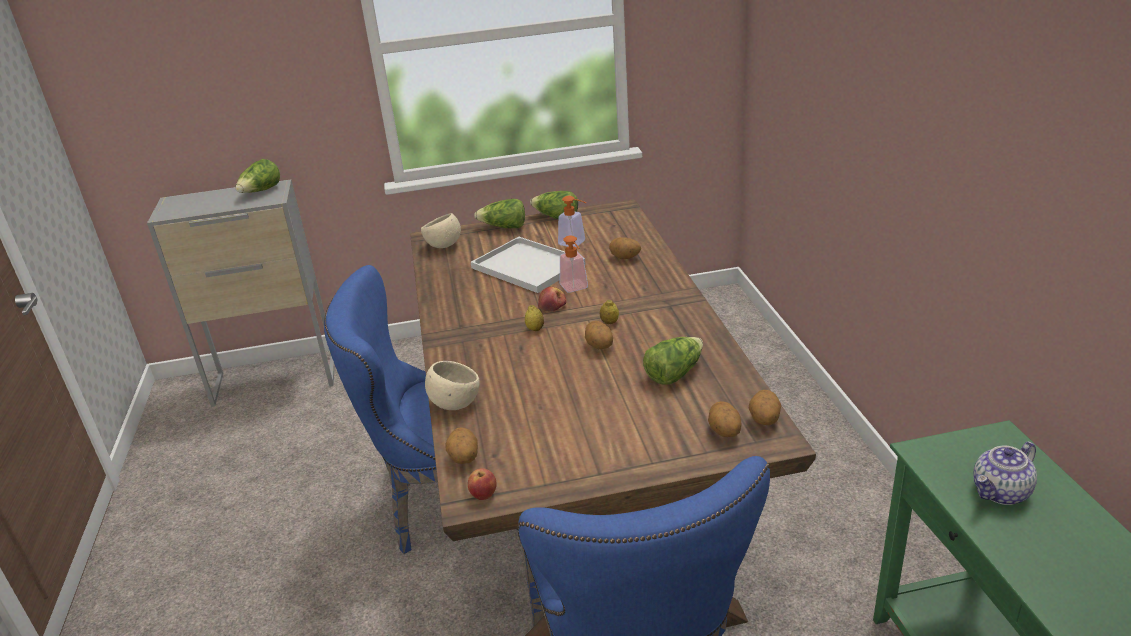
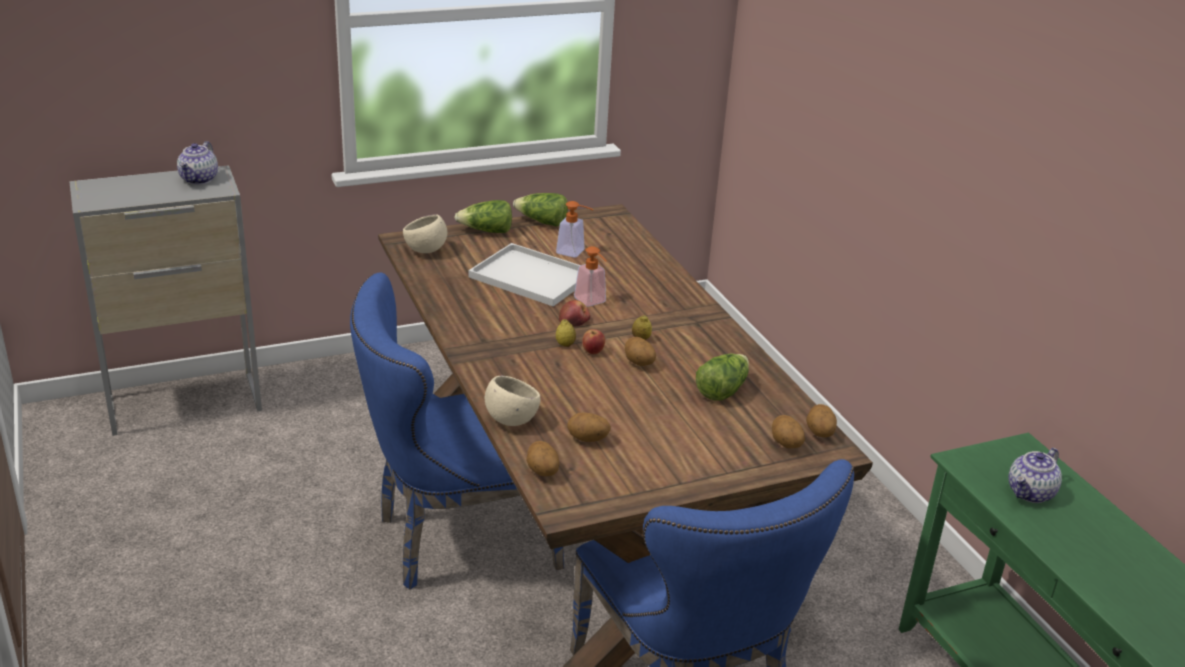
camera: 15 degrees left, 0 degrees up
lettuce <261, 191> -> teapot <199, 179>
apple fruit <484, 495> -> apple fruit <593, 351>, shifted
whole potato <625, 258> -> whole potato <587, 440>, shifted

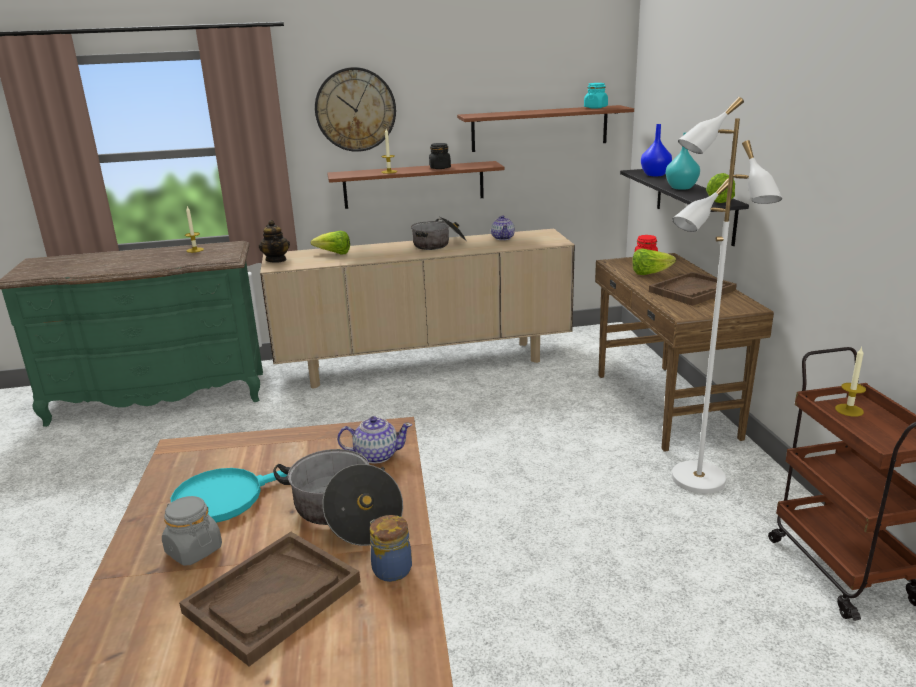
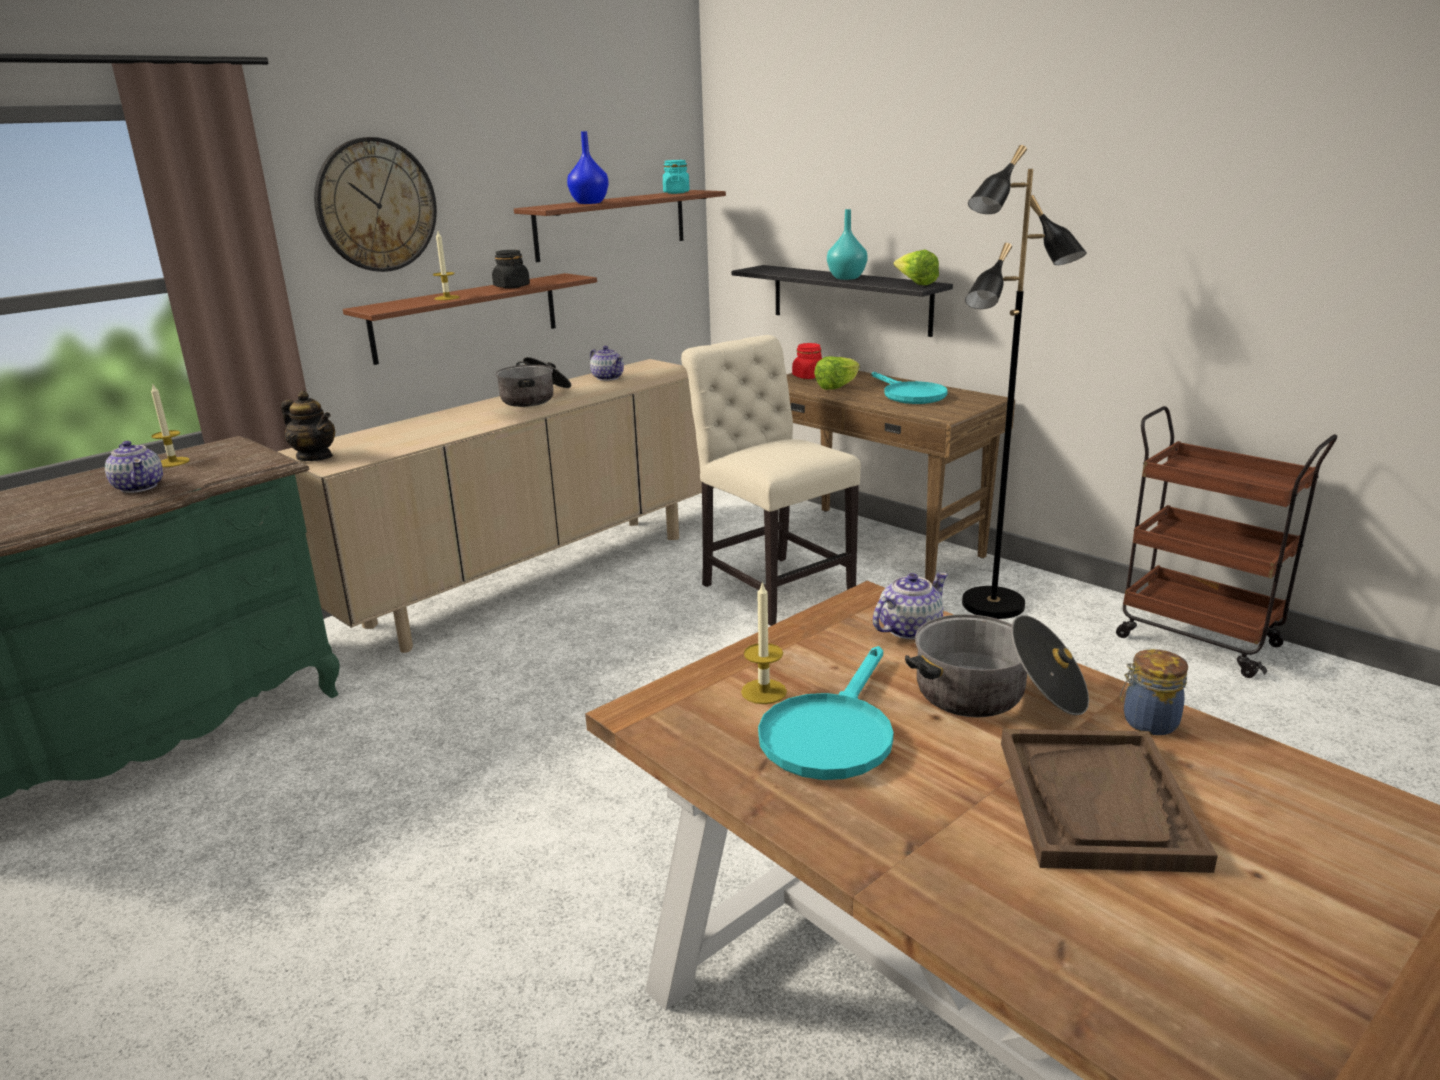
camera: 35 degrees left, 0 degrees up
gray preserve jar <193, 550> -> none
lettuce <334, 254> -> none
blue-coloured flower vase <655, 175> -> blue-coloured flower vase <590, 203>, shifted
brown serving tray <692, 291> -> blue-green frying pan <909, 395>
whitish standing lamp <697, 479> -> black standing lamp <993, 606>
wax candle <849, 410> -> wax candle <764, 691>, shifted
none -> teapot <139, 487>
none -> beige-coloured plain chair <772, 586>

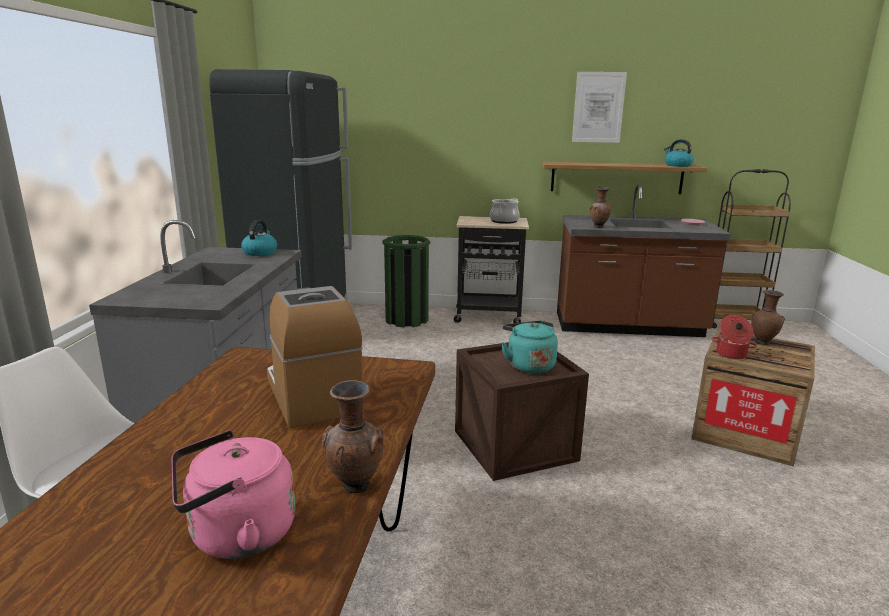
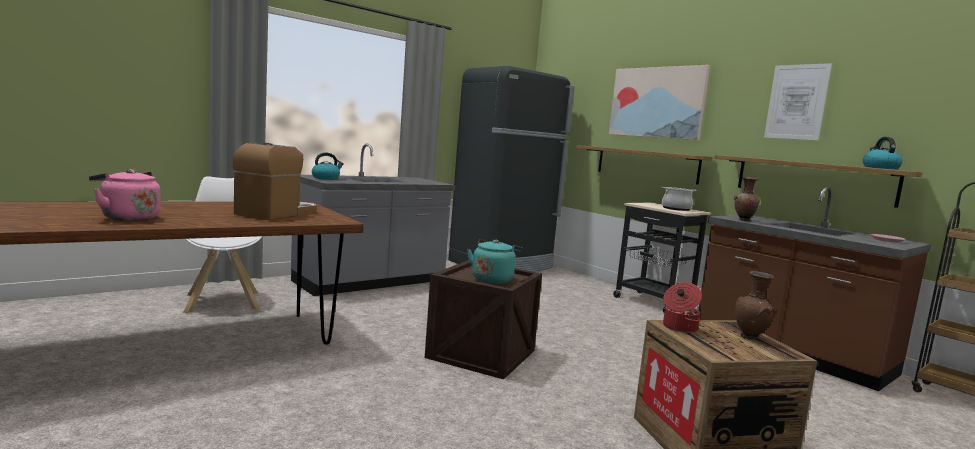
camera: 45 degrees right, 10 degrees down
kettle <260, 252> -> kettle <326, 178>, shifted
brown flower vase <354, 487> -> none
green trash can <407, 319> -> none
none -> bracket shelf <646, 164>
none -> picture <657, 102>

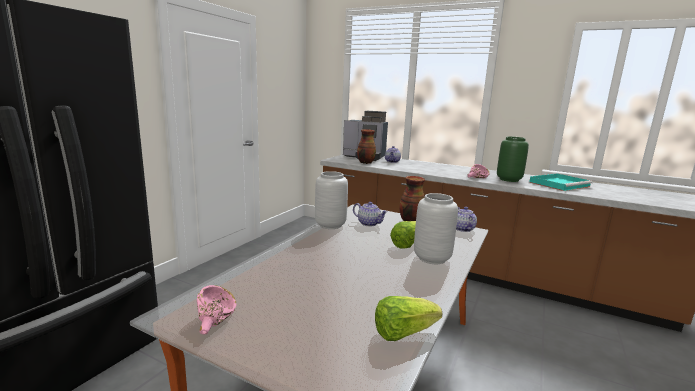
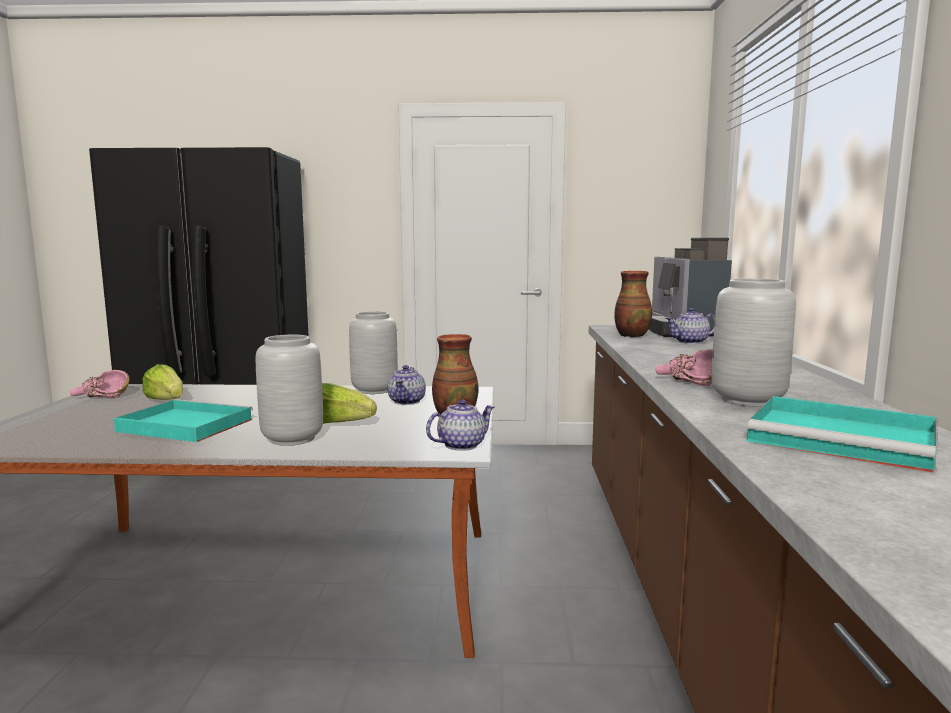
camera: 65 degrees right, 5 degrees down
lettuce <403, 333> -> lettuce <166, 401>, shifted
green flower vase <509, 180> -> gray flower vase <748, 400>
none -> blue-green serving tray <183, 425>

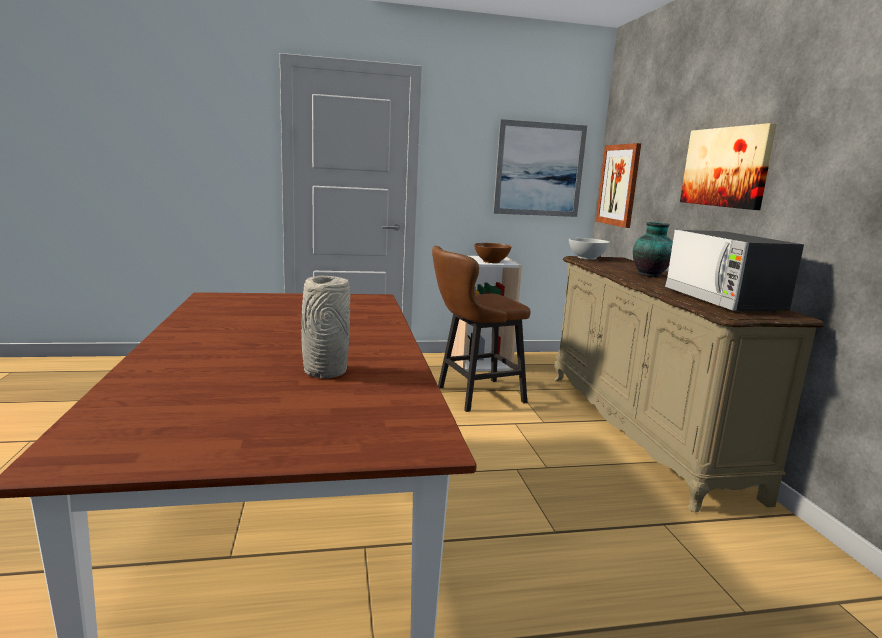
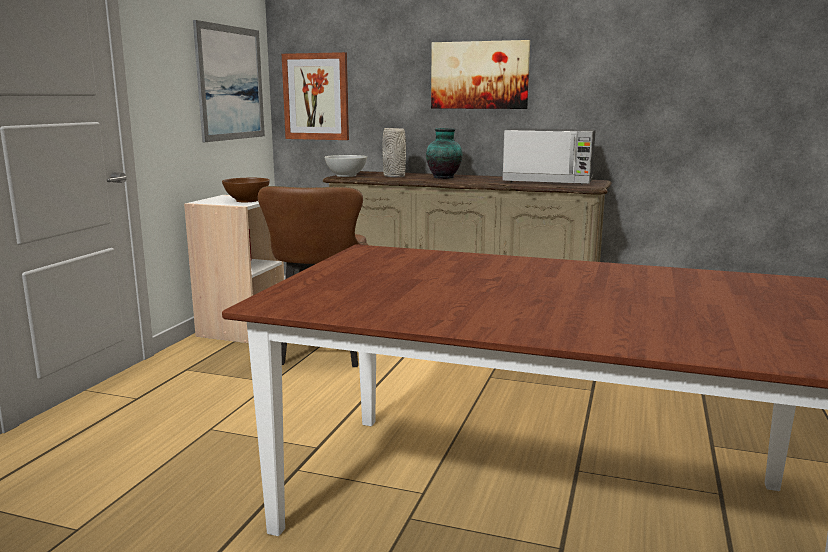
camera: 60 degrees left, 0 degrees up
gray flower vase <324, 371> -> gray flower vase <394, 176>, shifted

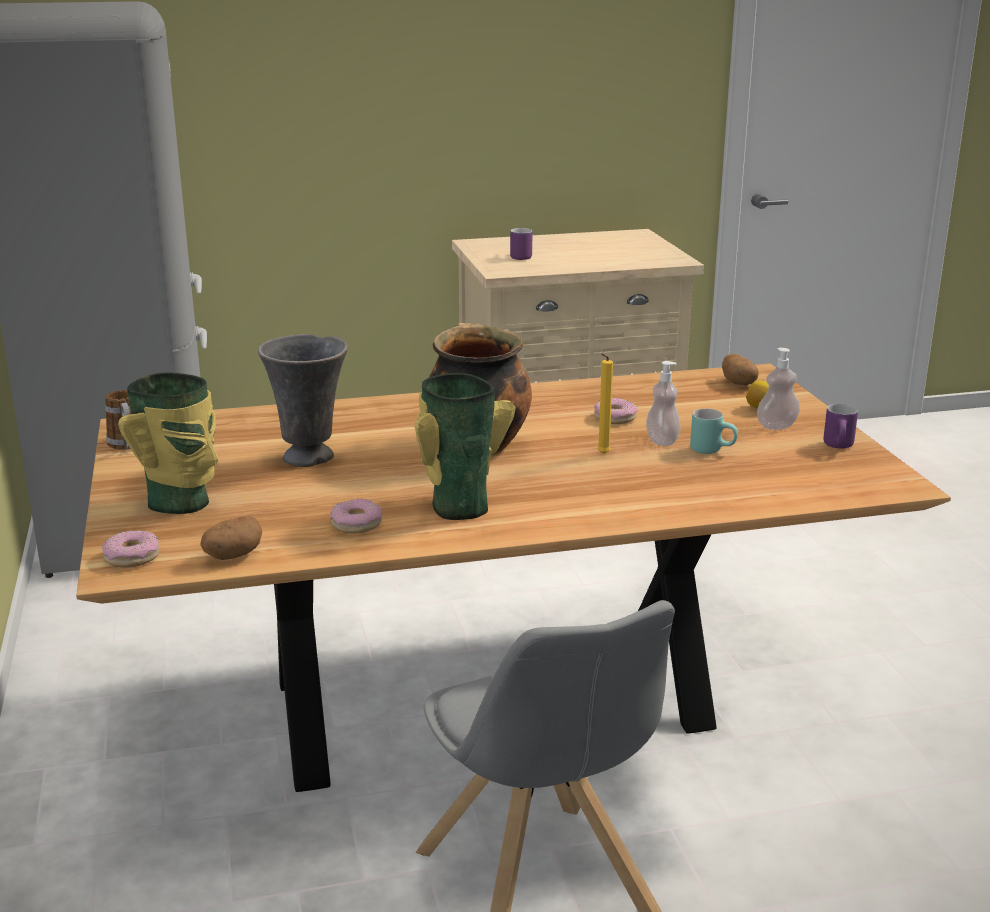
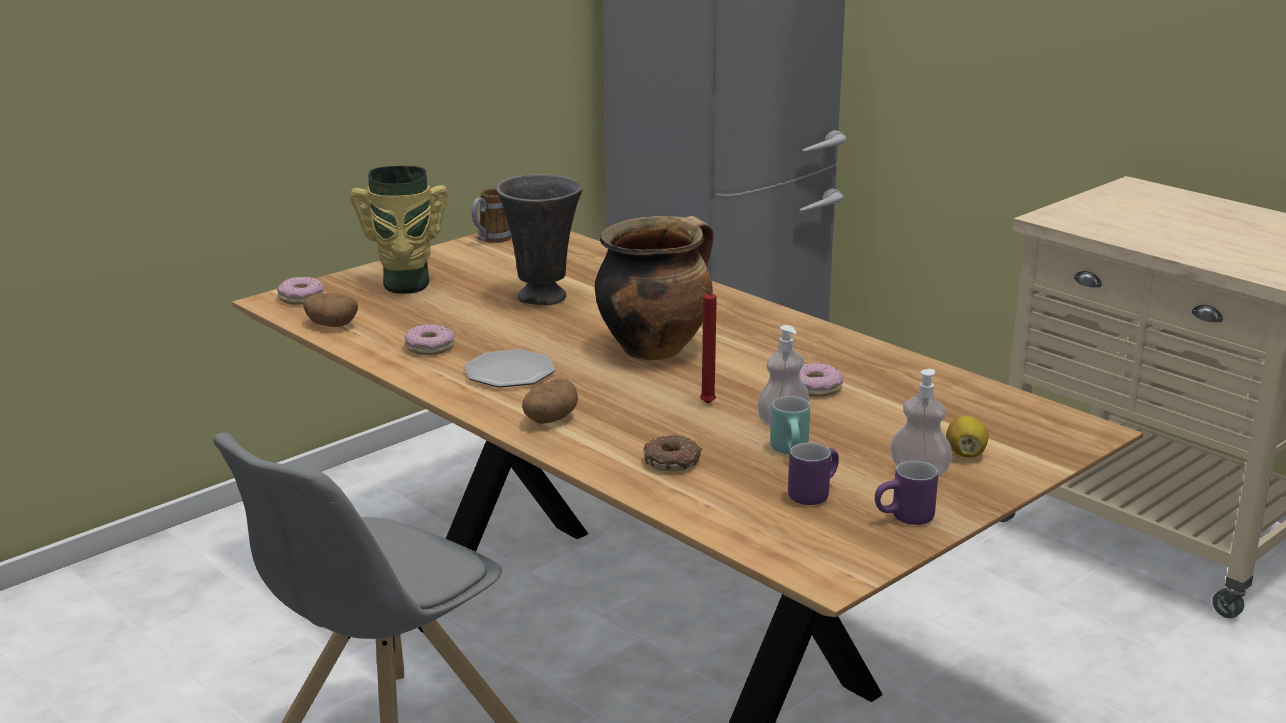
camera: 60 degrees right, 0 degrees up
flower vase <457, 505> -> dinner plate <508, 372>
purple mug <518, 256> -> purple mug <812, 493>, shifted
yellow-coloured wax candle <602, 454> -> reddish wax candle <705, 403>
whole potato <739, 383> -> whole potato <549, 420>, shifted
none -> doughnut <673, 462>

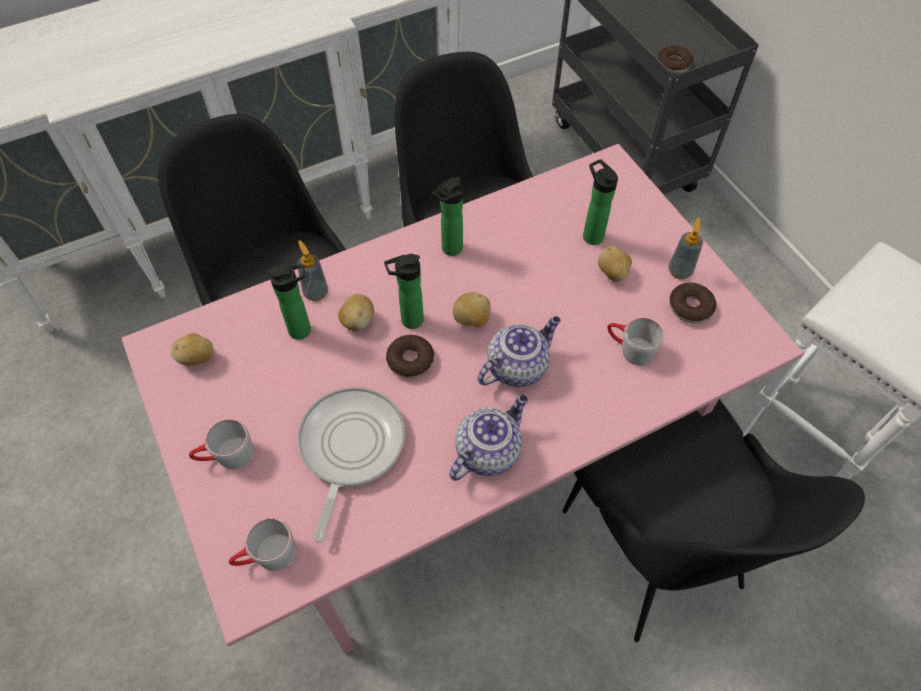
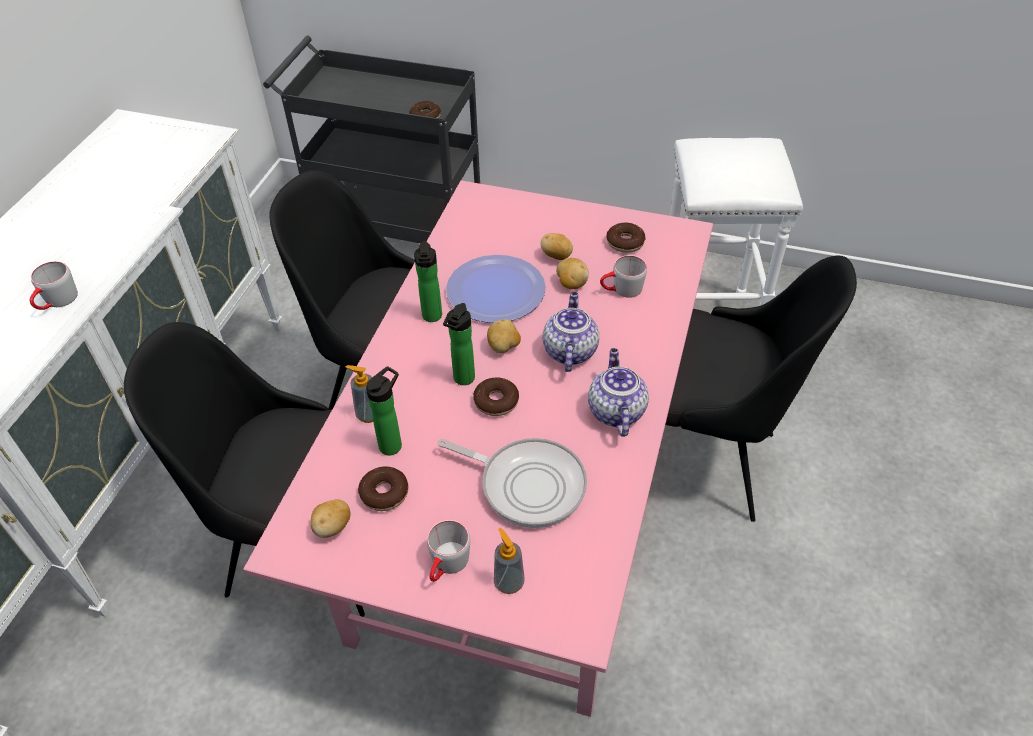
camera: 45 degrees left, 10 degrees down
gray mug <267, 557> -> gray mug <57, 302>, shifted
frying pan <350, 448> -> frying pan <527, 484>, 150 degrees clockwise
whole potato <358, 321> -> whole potato <571, 284>, shifted
drink bottle <591, 234> -> none
soap dispenser <680, 271> -> soap dispenser <509, 582>, shifted
none -> doughnut <384, 493>
none -> dinner plate <496, 291>

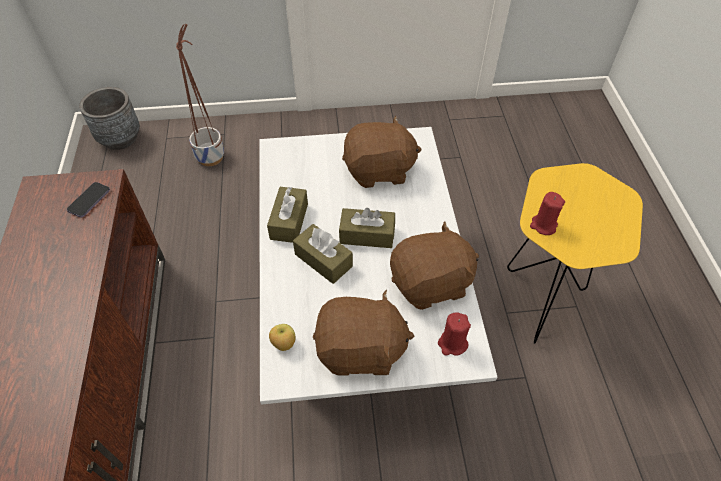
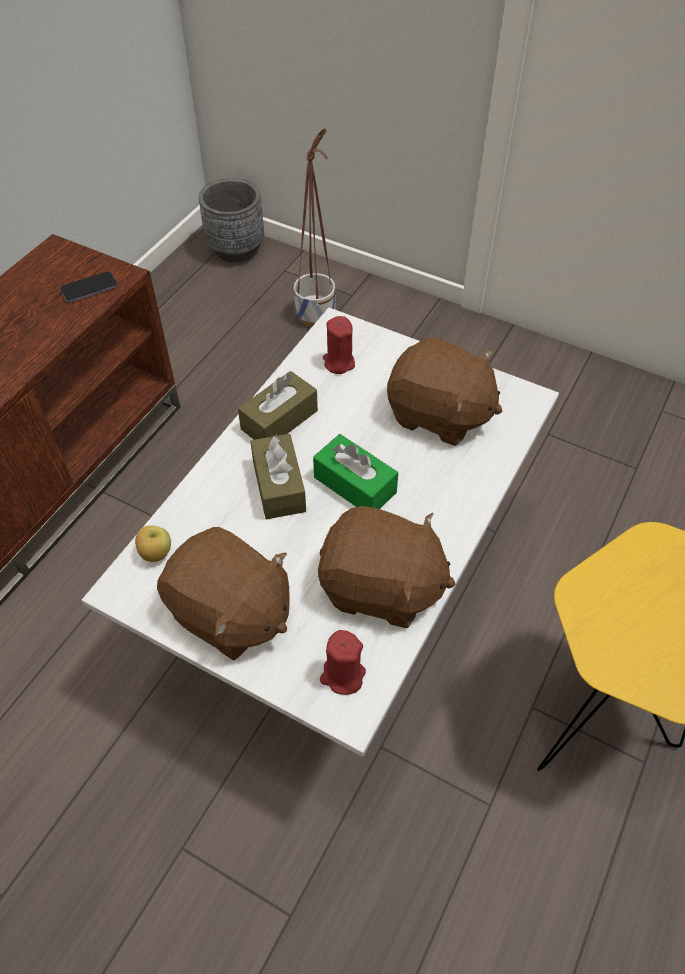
camera: 35 degrees right, 0 degrees up
brown box of tissues <367, 235> -> green box of tissues <355, 485>
reddish wax candle <543, 225> -> reddish wax candle <338, 362>, shifted

